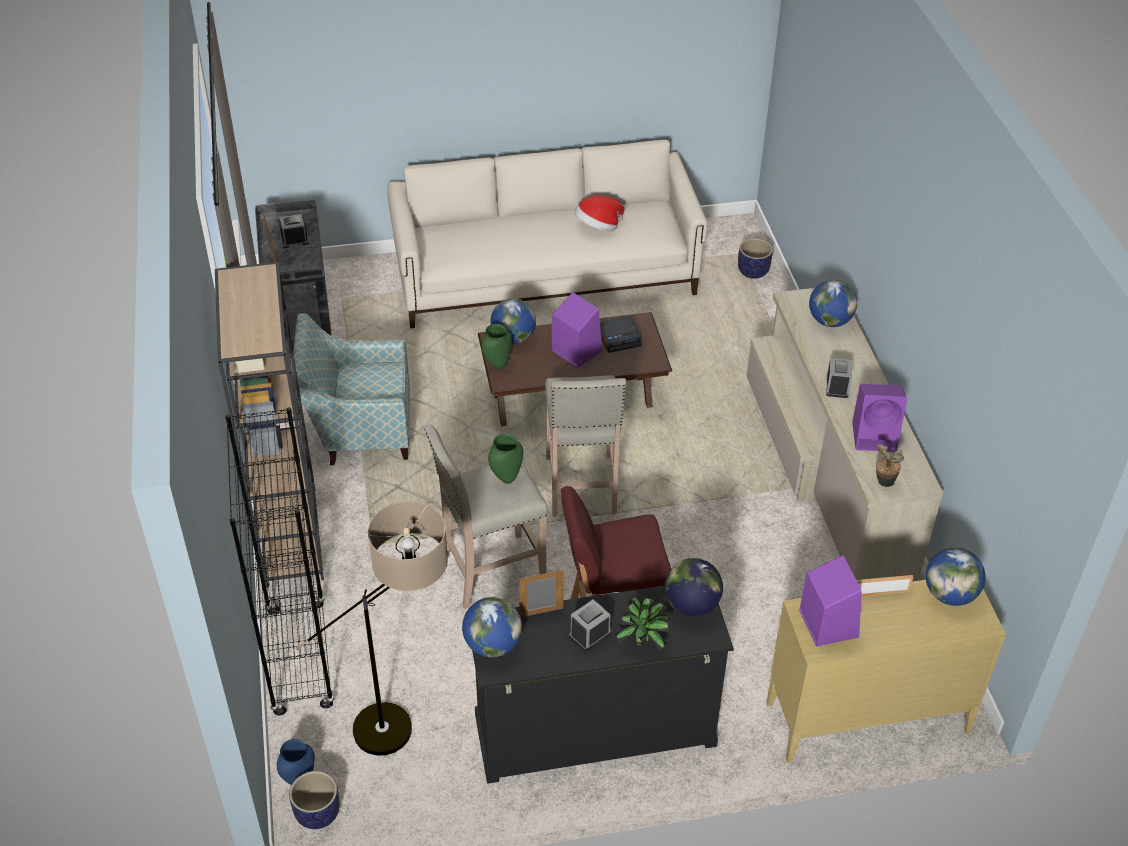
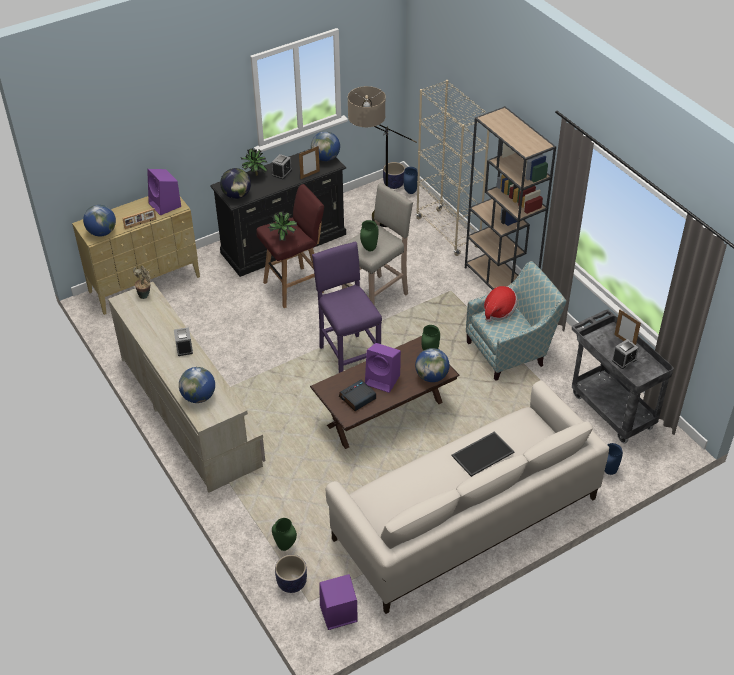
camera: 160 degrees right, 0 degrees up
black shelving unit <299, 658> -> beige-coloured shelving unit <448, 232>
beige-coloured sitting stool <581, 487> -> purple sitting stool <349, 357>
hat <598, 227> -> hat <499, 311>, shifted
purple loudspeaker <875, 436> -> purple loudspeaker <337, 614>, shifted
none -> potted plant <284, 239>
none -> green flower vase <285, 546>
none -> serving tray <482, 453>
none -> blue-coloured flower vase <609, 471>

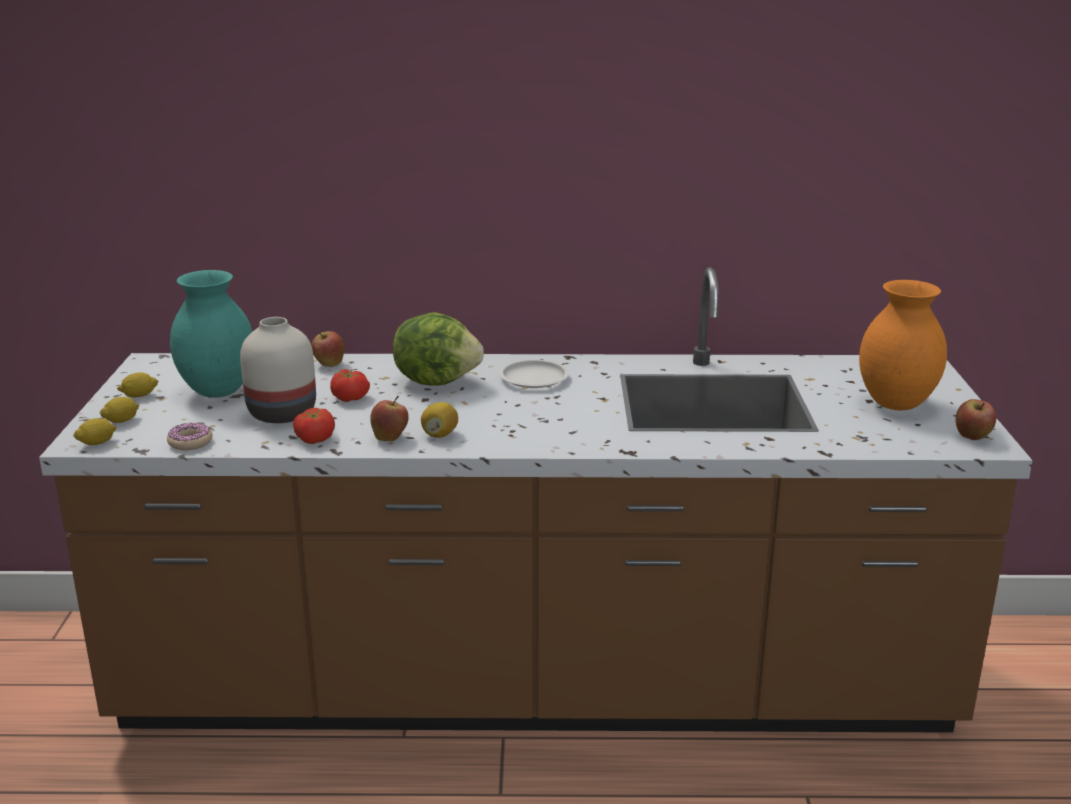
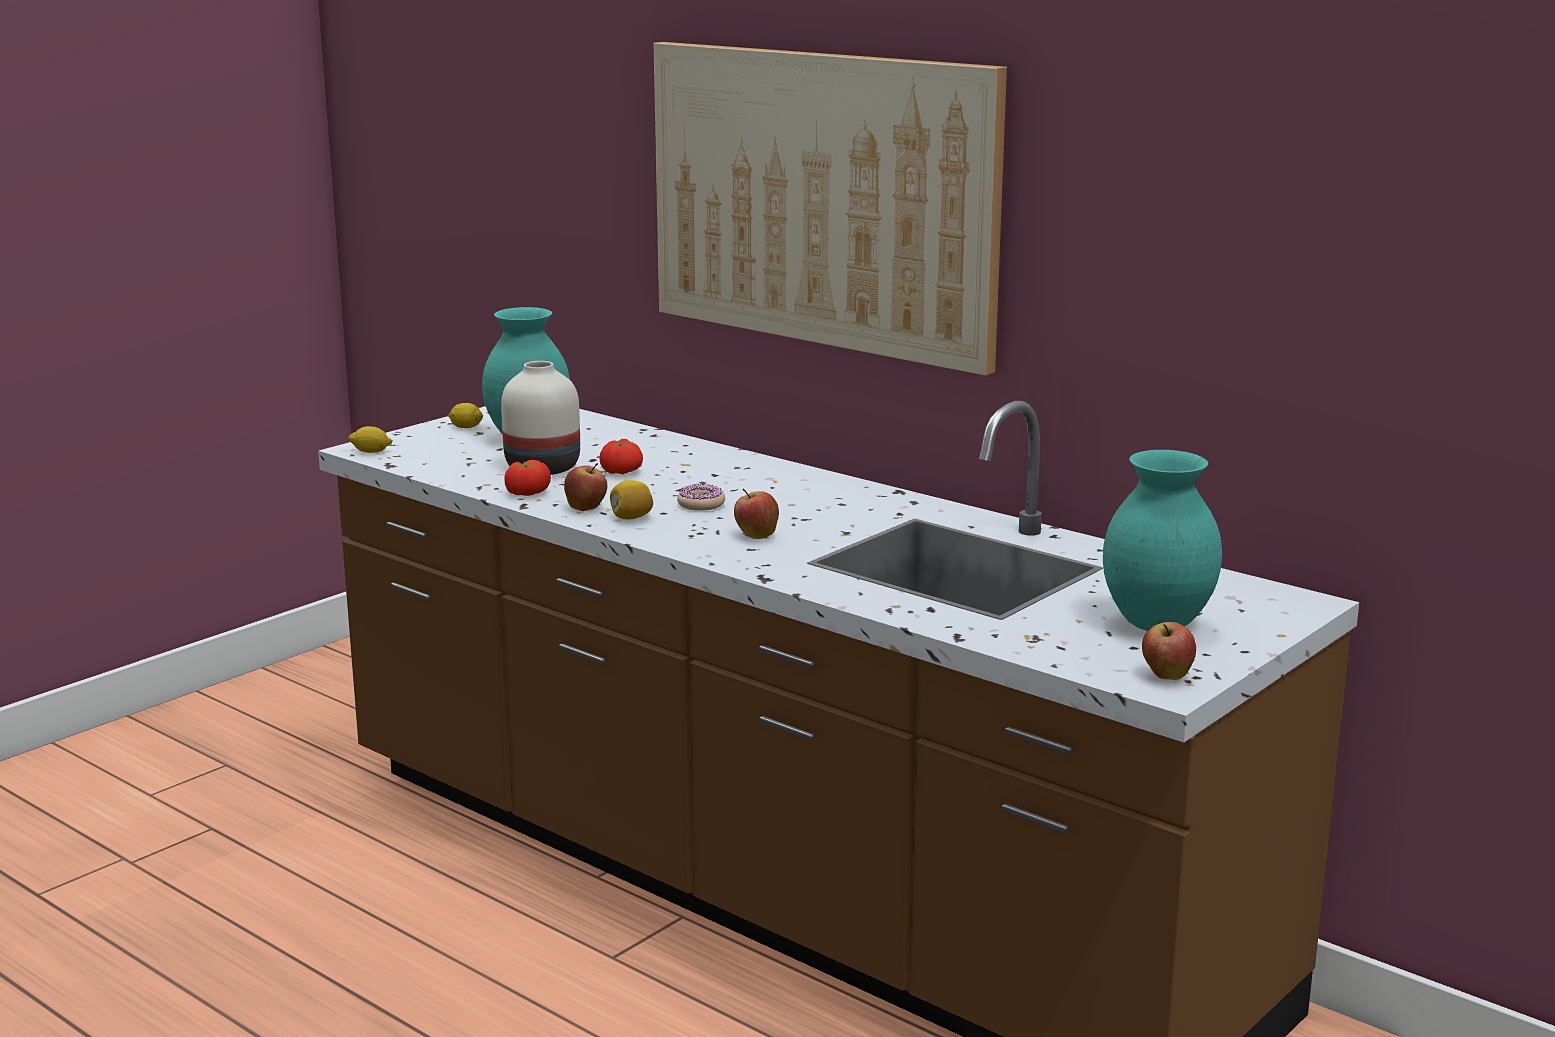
camera: 40 degrees right, 5 degrees down
whole lemon <121, 421> -> none
doughnut <190, 442> -> doughnut <701, 504>, shifted
apple fruit <329, 364> -> apple fruit <756, 536>, shifted
lettuce <437, 380> -> none
whitish dinner plate <533, 378> -> none
orange-coloured flower vase <894, 404> -> blue-green flower vase <1156, 624>
none -> picture <821, 199>

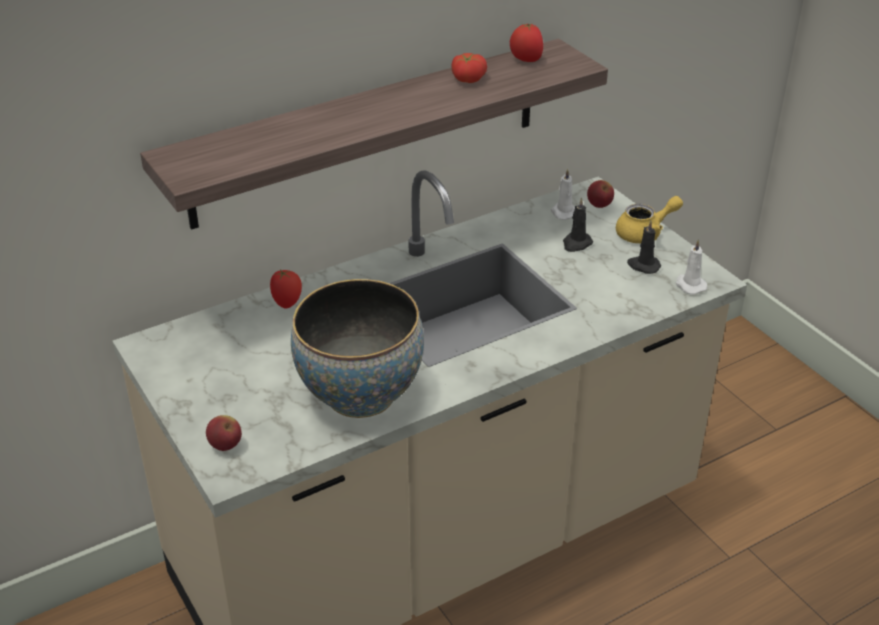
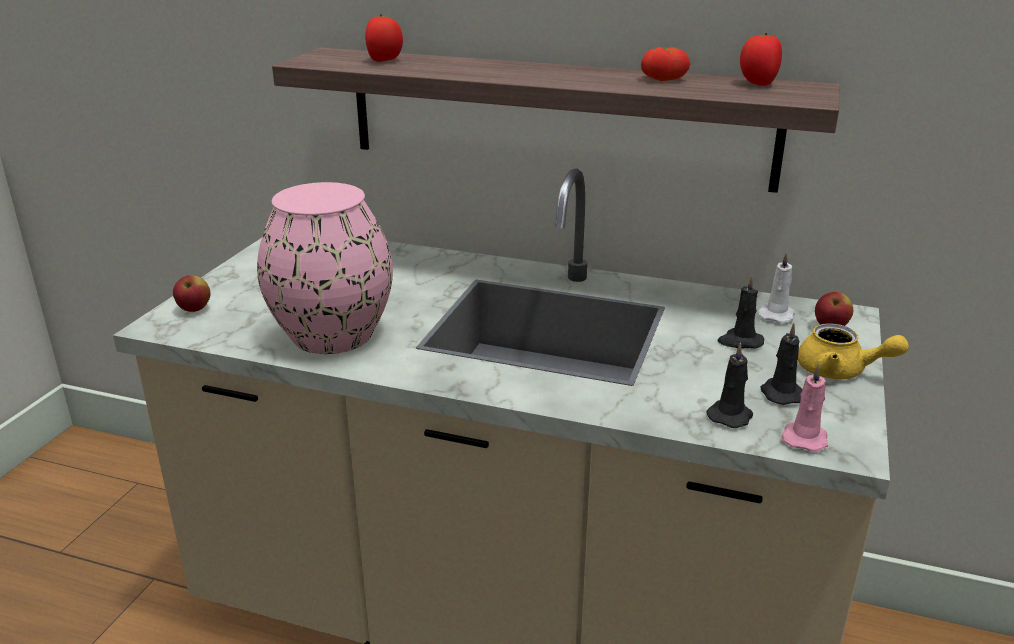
camera: 50 degrees right, 10 degrees down
whole tomato <287, 303> -> whole tomato <385, 61>, shifted
deep dish <360, 395> -> pink flower vase <331, 334>
whitish wax candle <689, 285> -> pink wax candle <804, 438>
none -> black wax candle <730, 415>

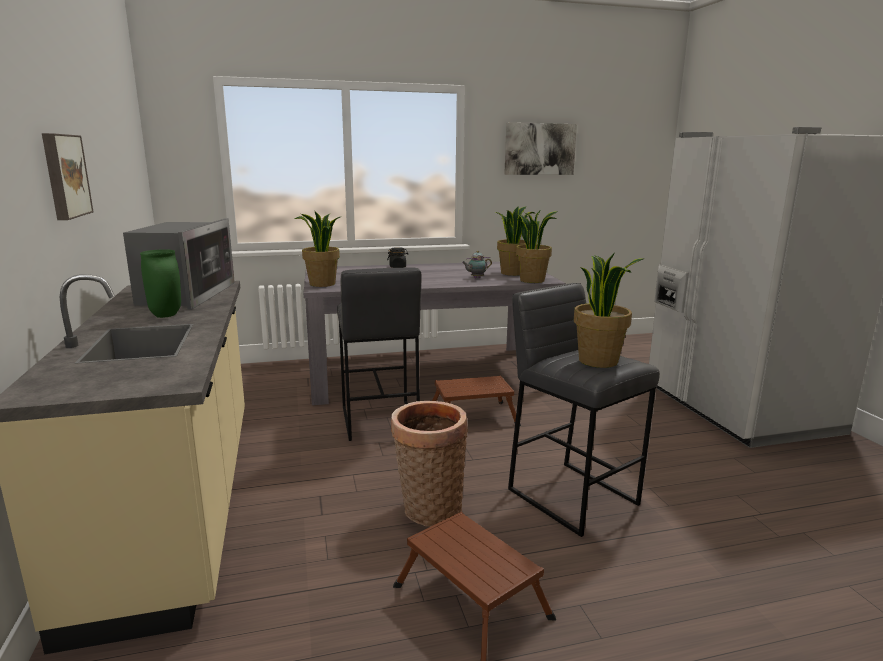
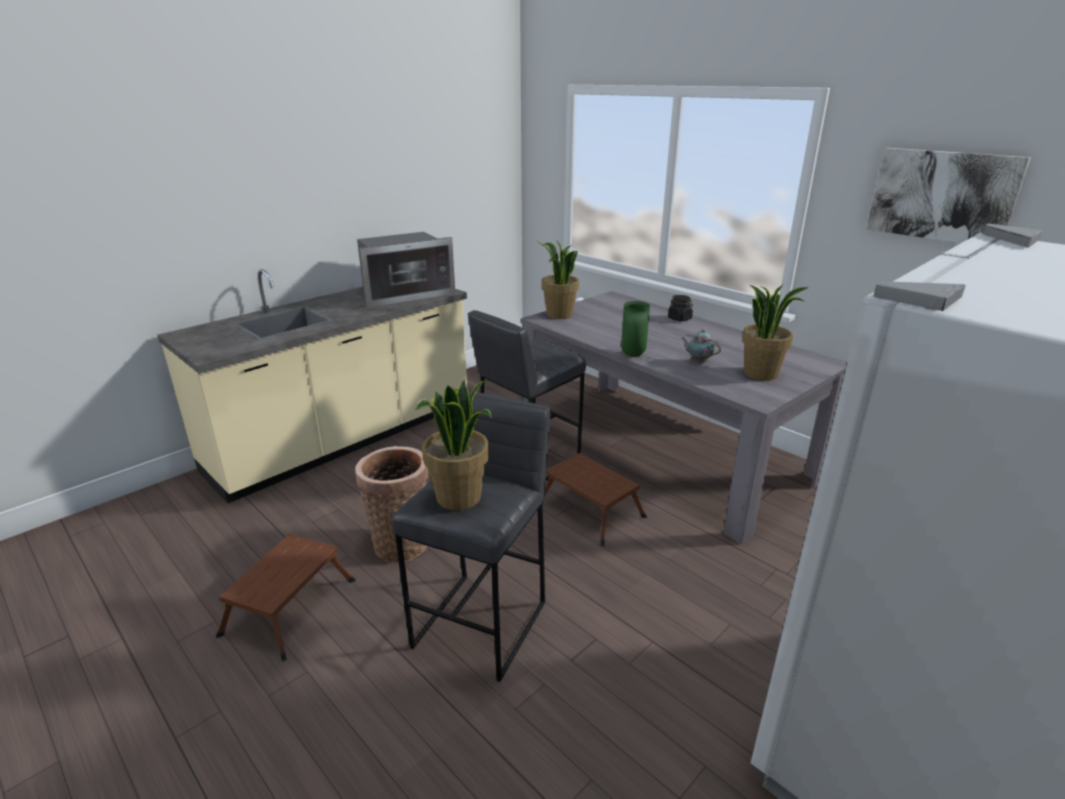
camera: 60 degrees right, 10 degrees up
picture <64, 176> -> none
green flower vase <167, 315> -> green flower vase <633, 355>, shifted
potted plant <532, 280> -> none

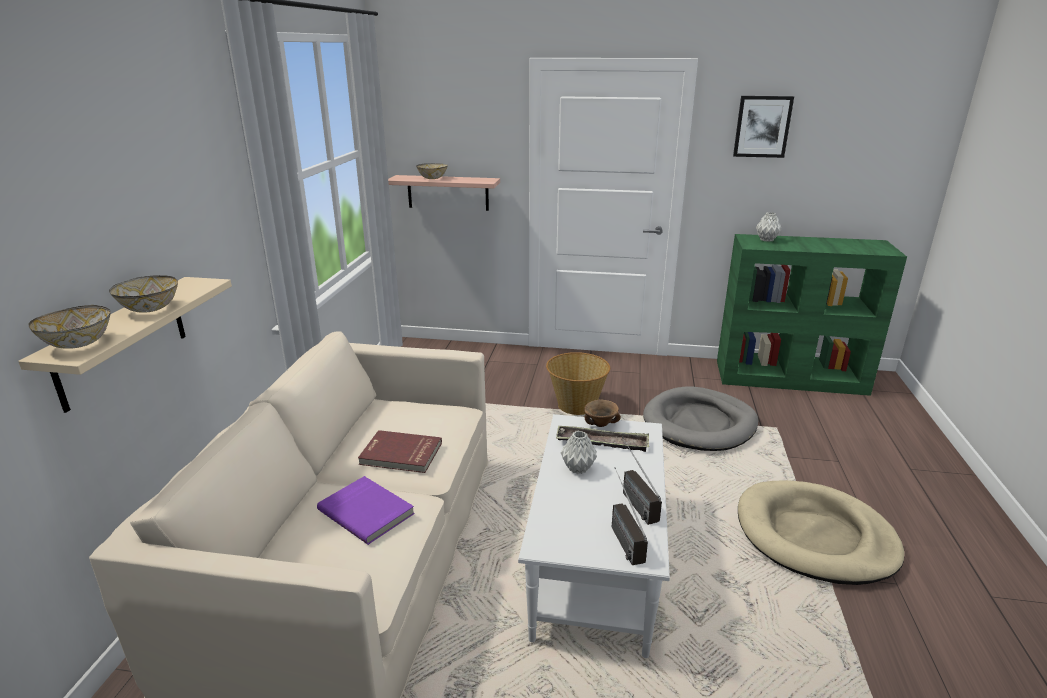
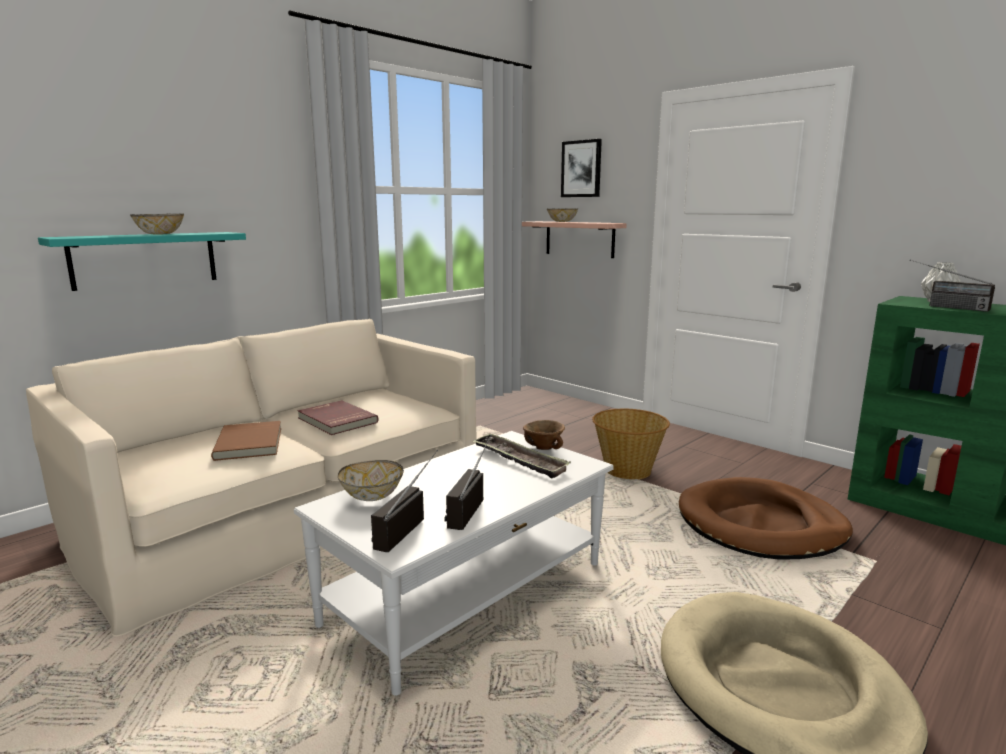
camera: 35 degrees right, 10 degrees down
beige-coloured bracket shelf <122, 341> -> blue-green bracket shelf <145, 259>
deep dish <79, 343> -> deep dish <373, 496>, shifted
purple bound book <367, 511> -> brown bound book <251, 443>
gray flower vase <578, 469> -> none
gray dog bed <699, 423> -> brown dog bed <761, 525>
picture <762, 126> -> picture <581, 169>, shifted
none -> radio set <943, 306>

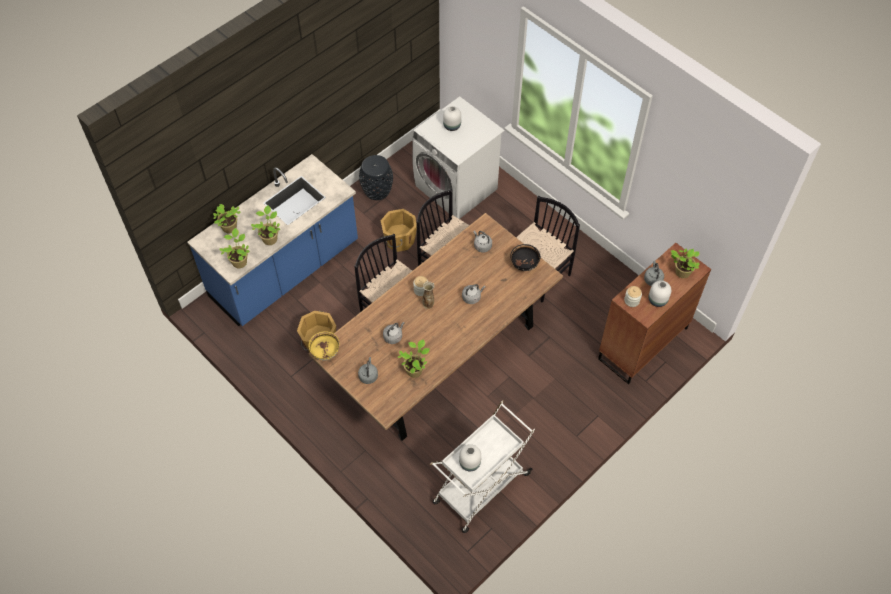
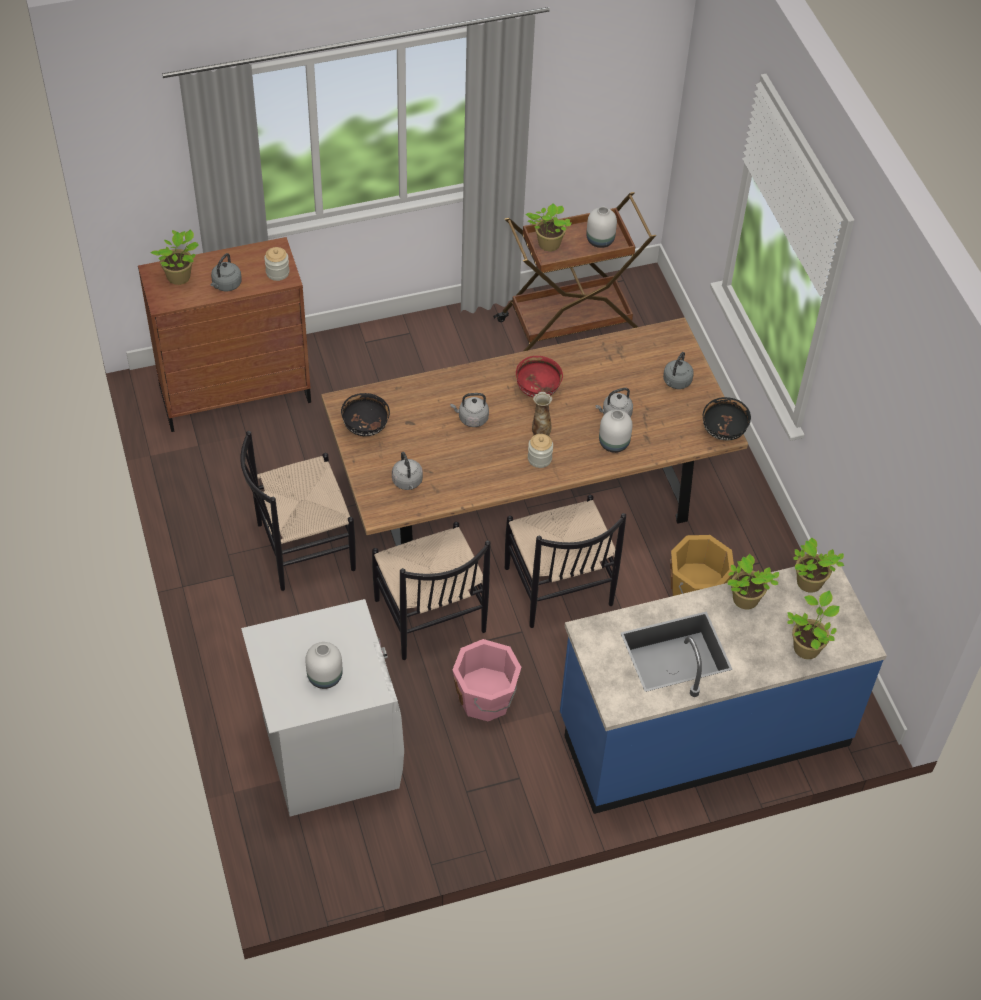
camera: 155 degrees left, 5 degrees down
yellow-coloured deep dish <325, 353> -> black deep dish <723, 433>
black sitting stool <377, 190> -> none
orange-coloured bucket <399, 240> -> pink bucket <486, 698>
potted plant <415, 370> -> potted plant <547, 244>, shifted
whitish trolley <481, 488> -> brown trolley <568, 330>
whitish flower vase <657, 300> -> whitish flower vase <614, 443>, shifted
none -> reddish deep dish <538, 391>

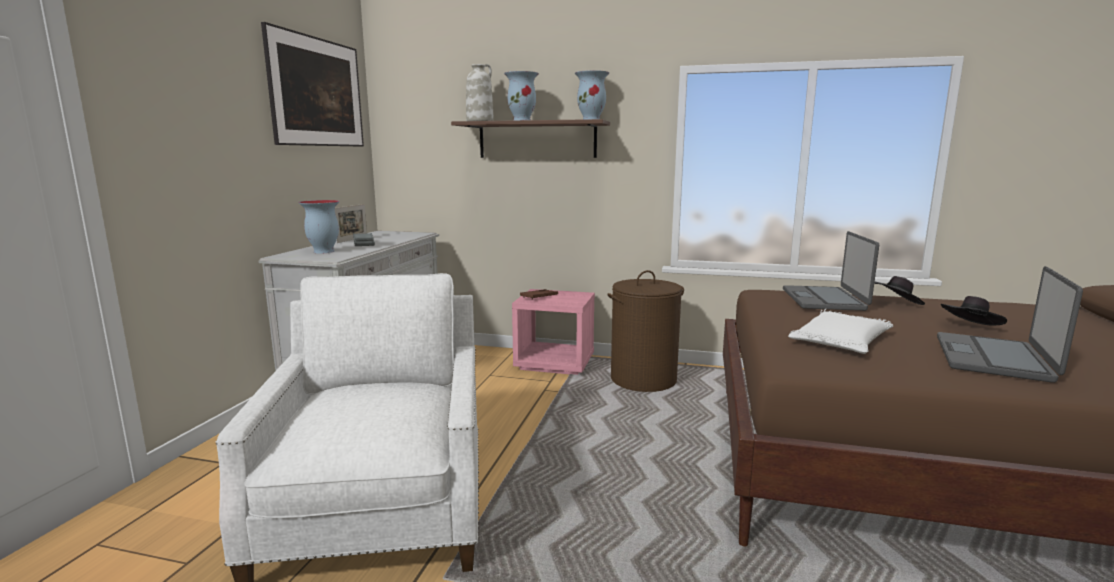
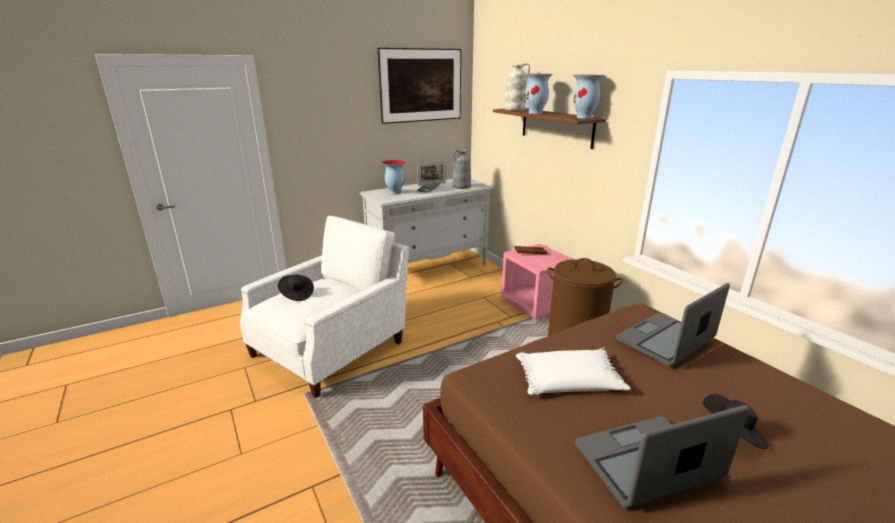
camera: 45 degrees right, 10 degrees up
black hat <896, 304> -> black hat <296, 294>, shifted
none -> gray flower vase <461, 186>

